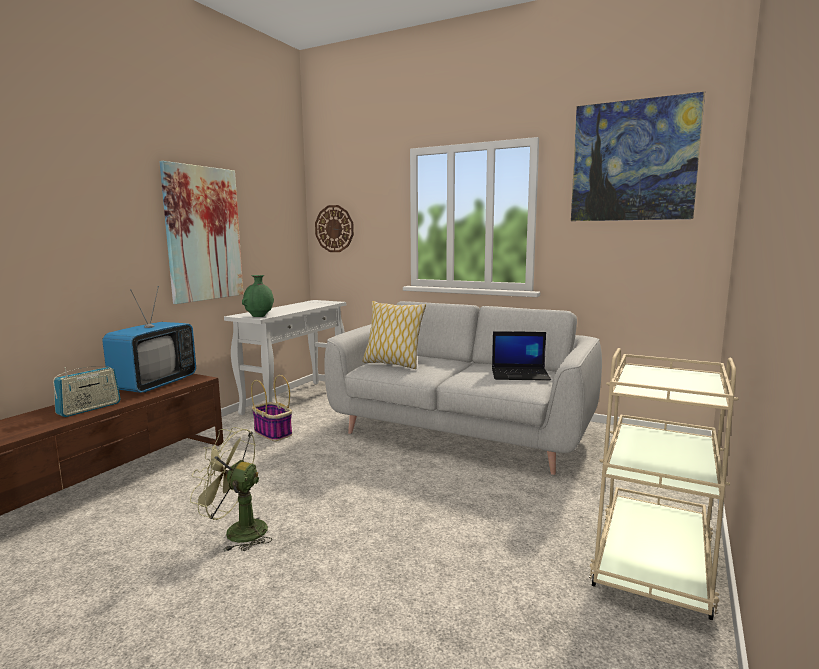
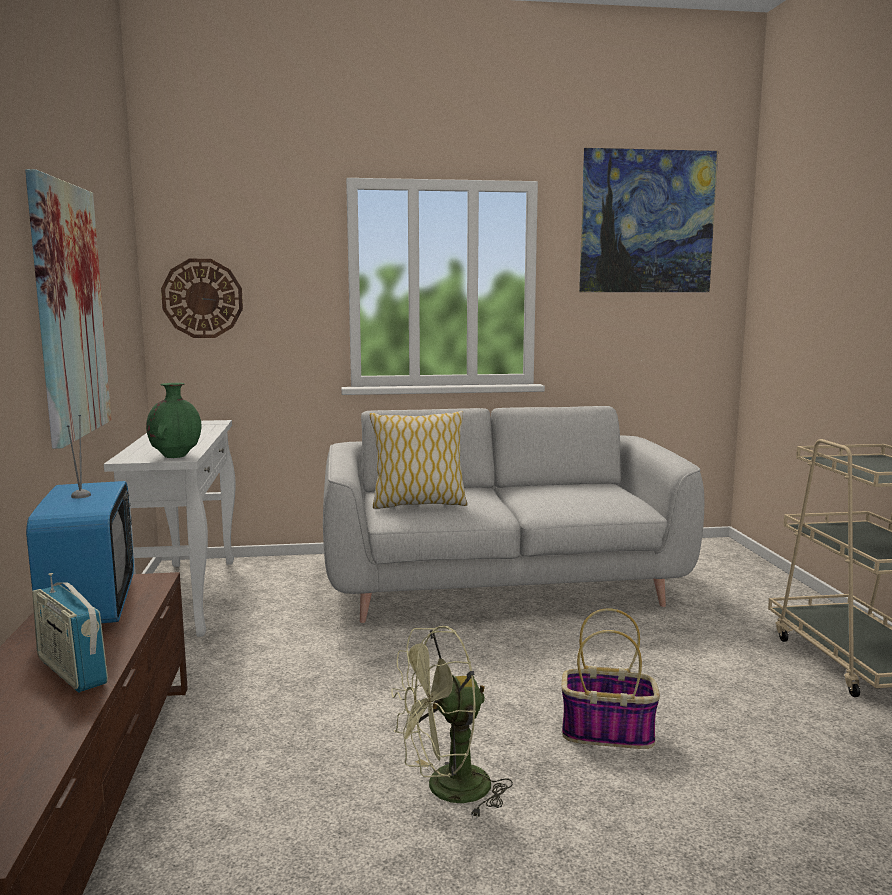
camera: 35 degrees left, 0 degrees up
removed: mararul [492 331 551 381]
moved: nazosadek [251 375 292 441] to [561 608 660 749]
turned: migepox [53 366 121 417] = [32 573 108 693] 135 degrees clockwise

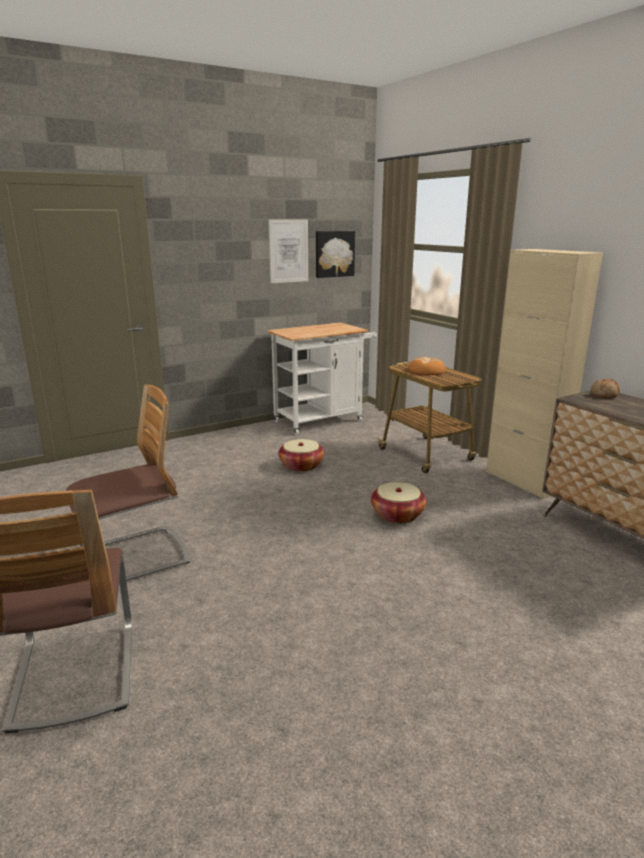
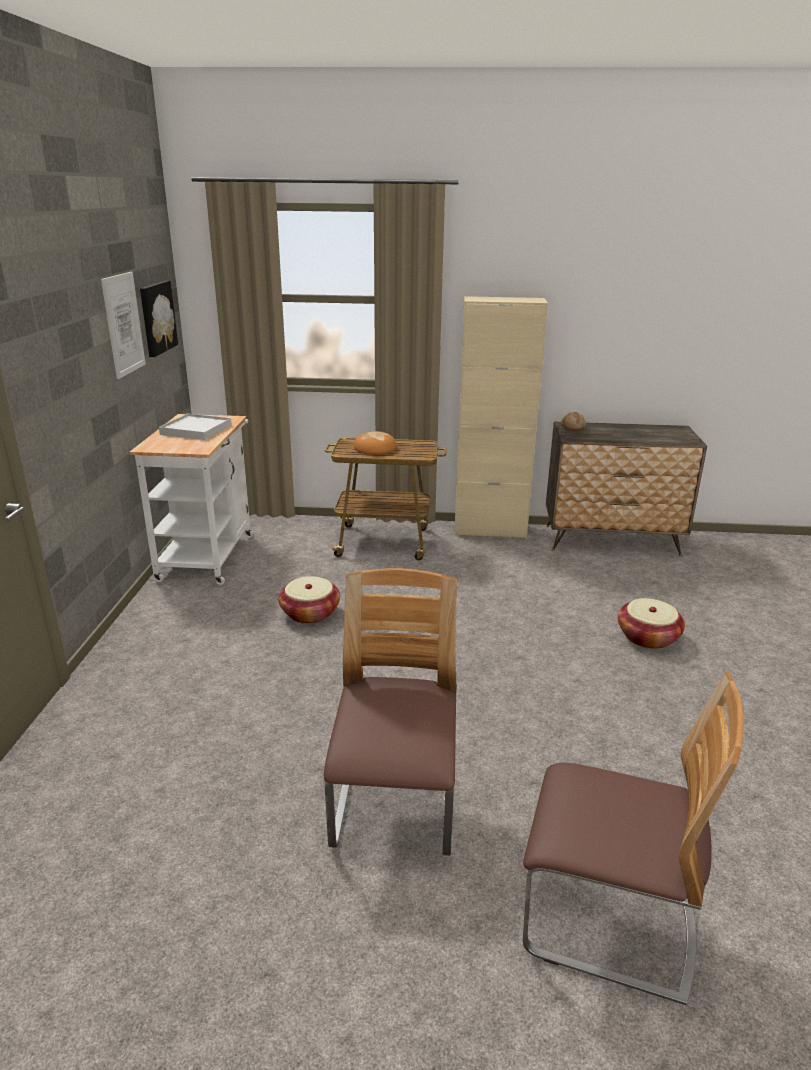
camera: 55 degrees left, 5 degrees up
added: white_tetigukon [159 413 232 440]
moved: nazosadek [371 482 426 524] to [618 598 685 649]

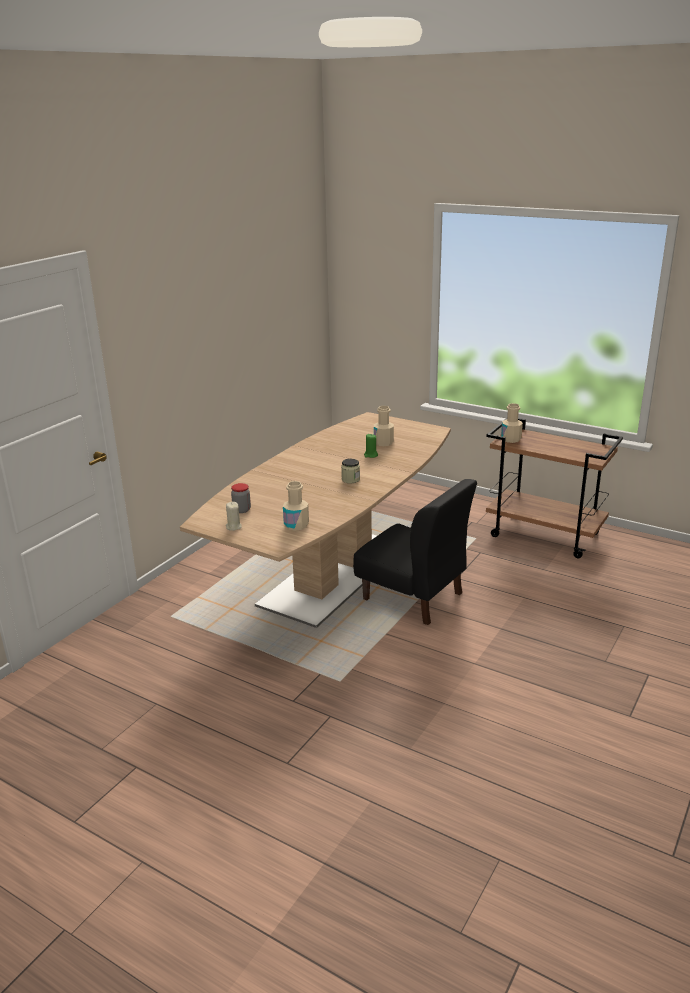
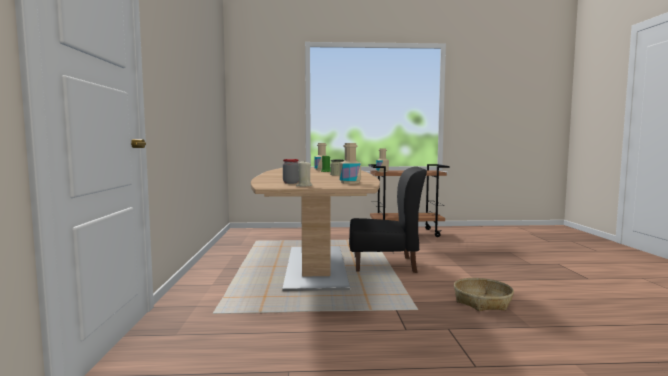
camera: 35 degrees left, 20 degrees down
added: nazosadek [454 278 514 311]

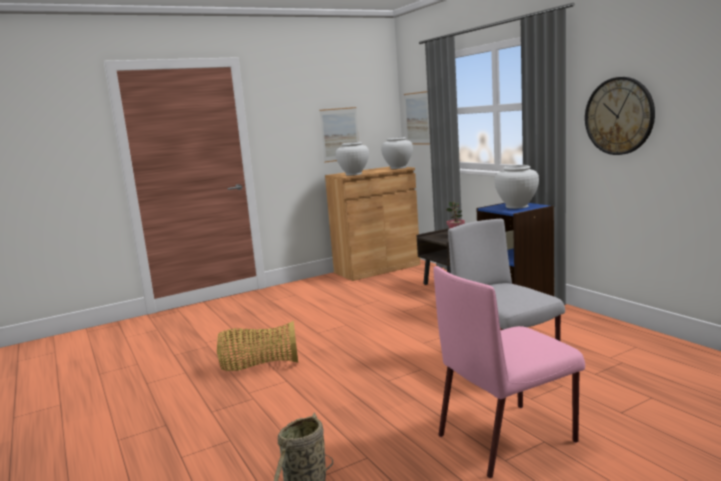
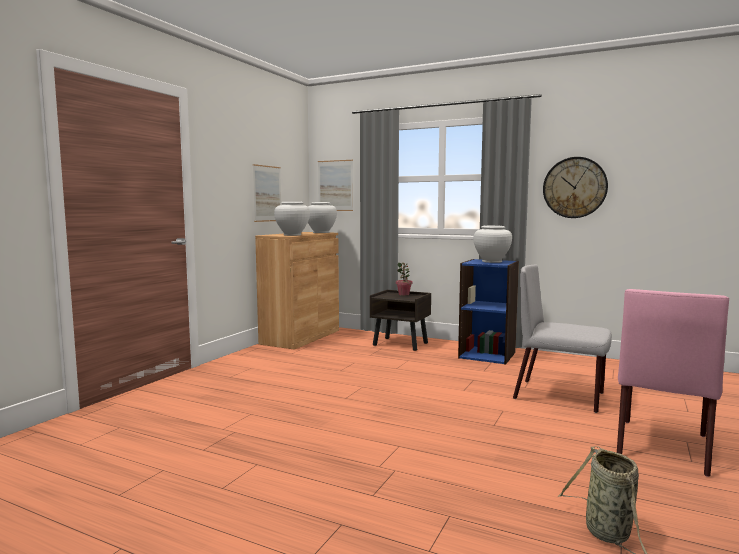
camera: 35 degrees left, 5 degrees down
removed: nazosadek [217 321 298 371]

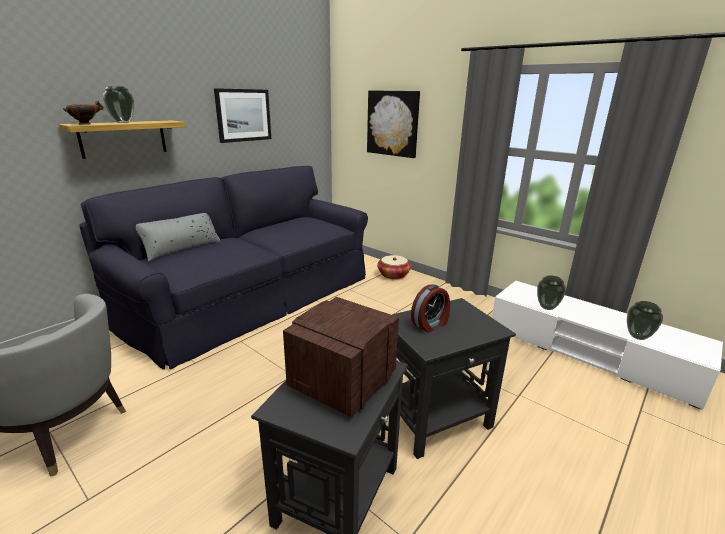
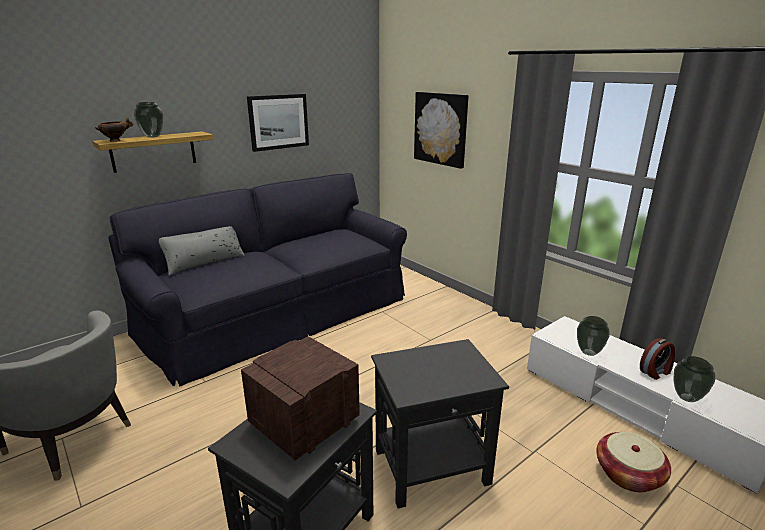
camera: 10 degrees right, 0 degrees up
moved: nazosadek [377 255 411 279] to [597 432 671 492]; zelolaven [411 284 450 332] to [640 338 675 380]

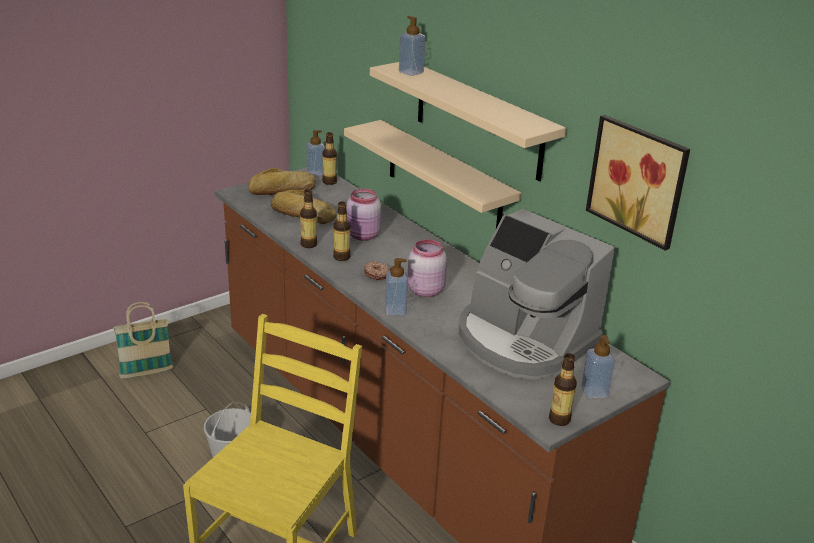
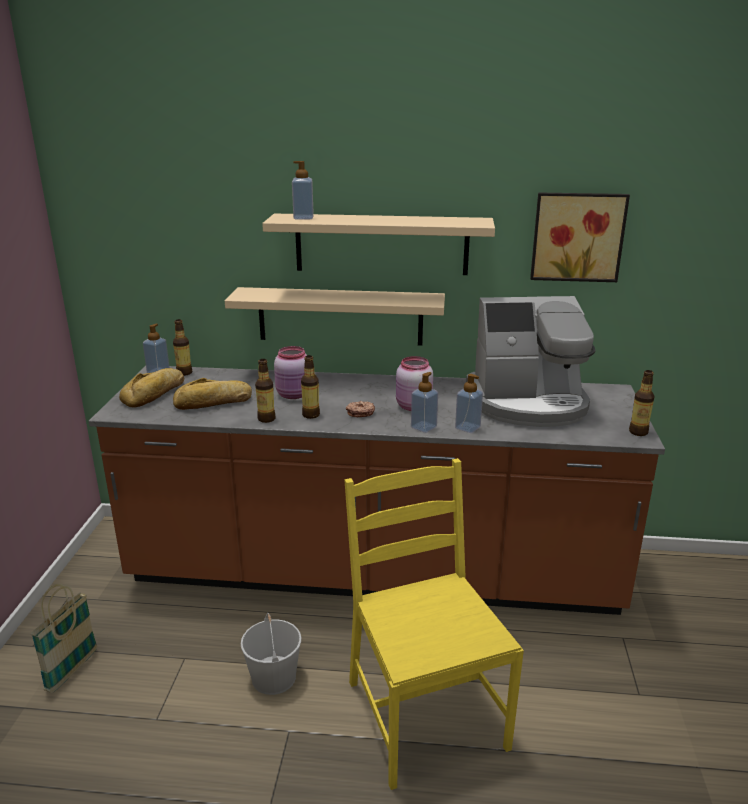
camera: 45 degrees left, 5 degrees down
moved: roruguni [581 335 615 398] to [455 374 483 433]

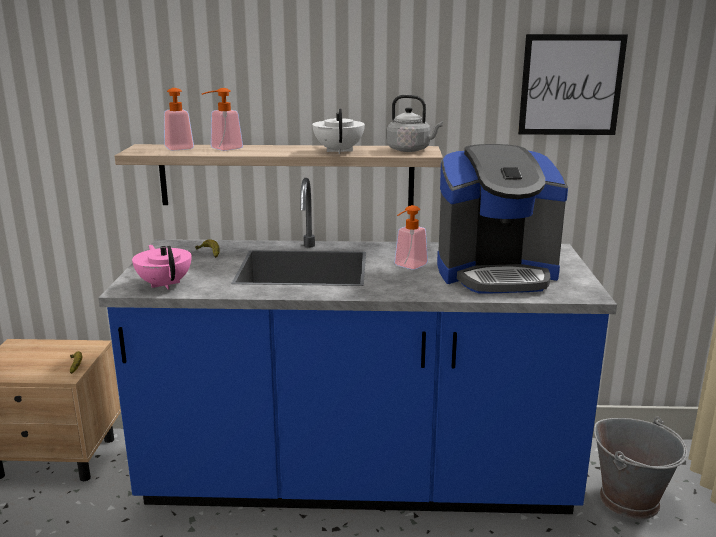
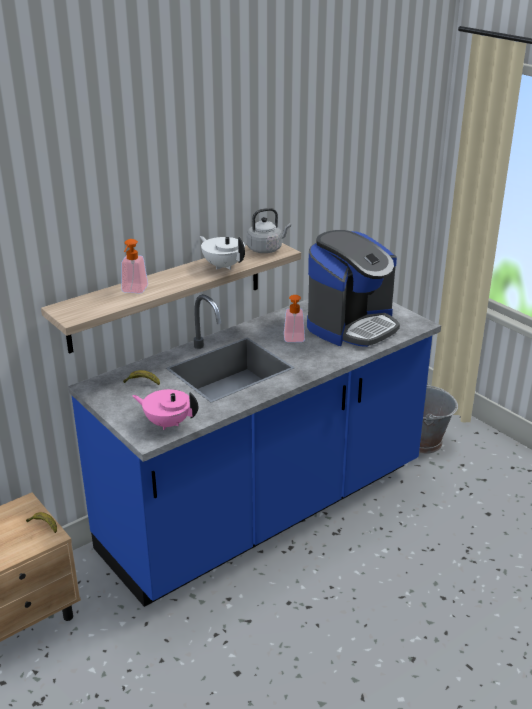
camera: 40 degrees left, 10 degrees up
removed: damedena [518 34 628 135]; roruguni [164 88 194 151]

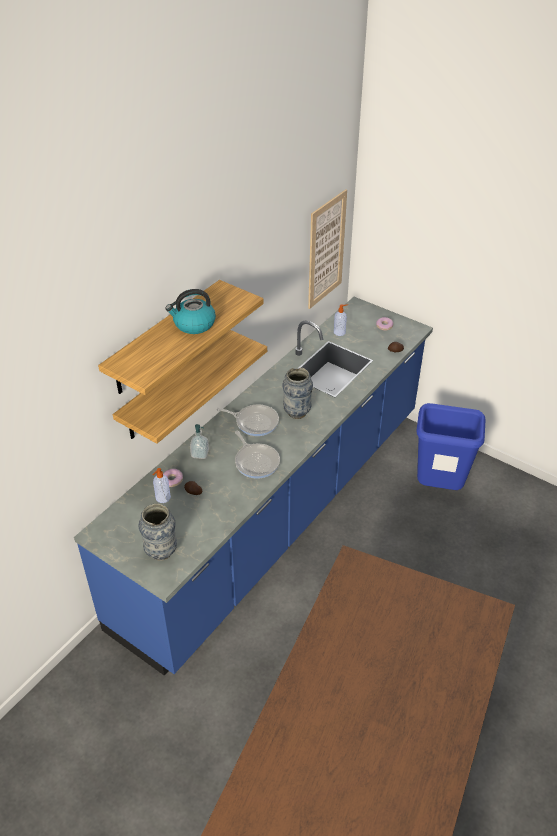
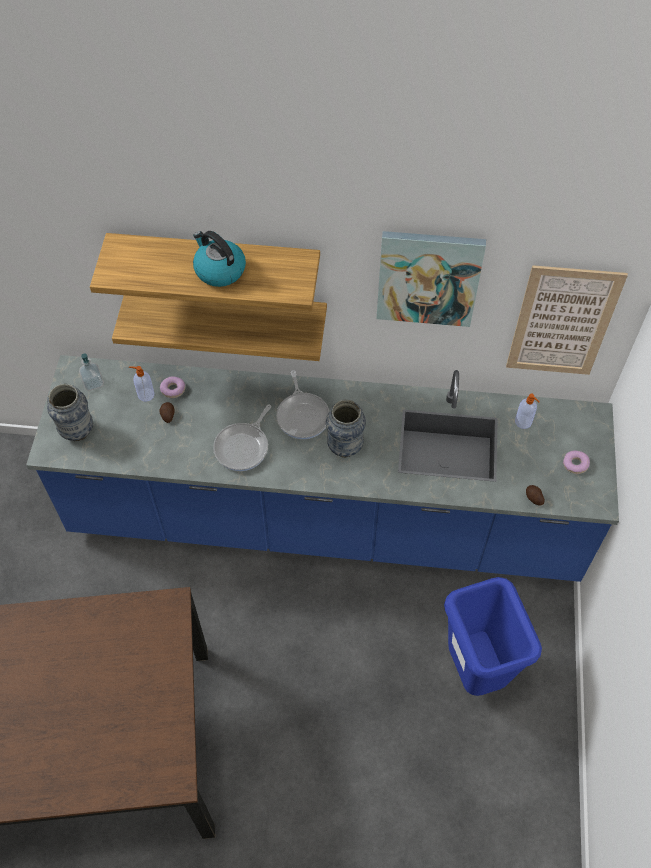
camera: 60 degrees right, 15 degrees up
added: damedena [376 231 486 327]
moved: roruguni [190 424 209 459] to [79 353 104 391]

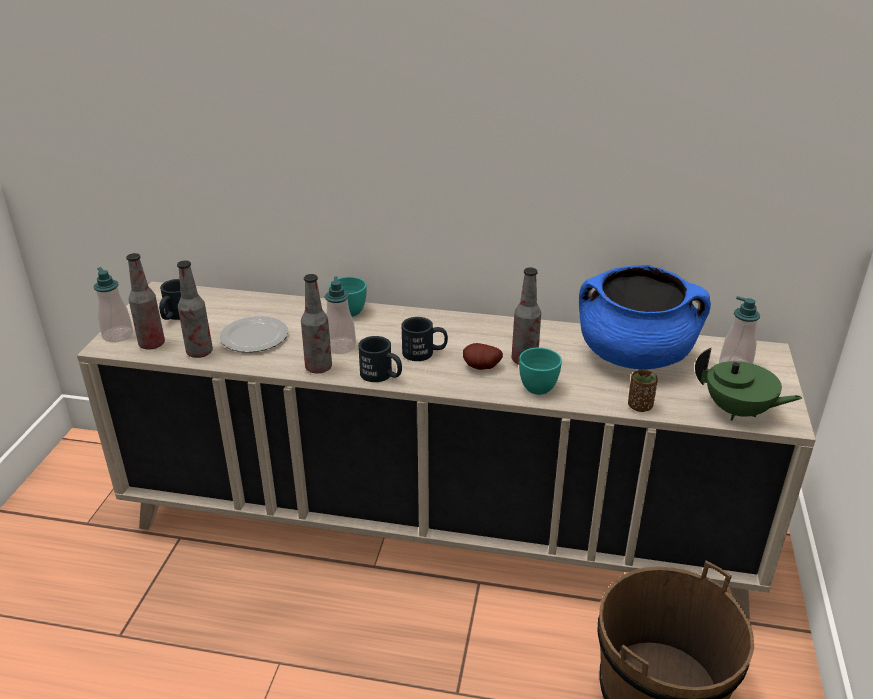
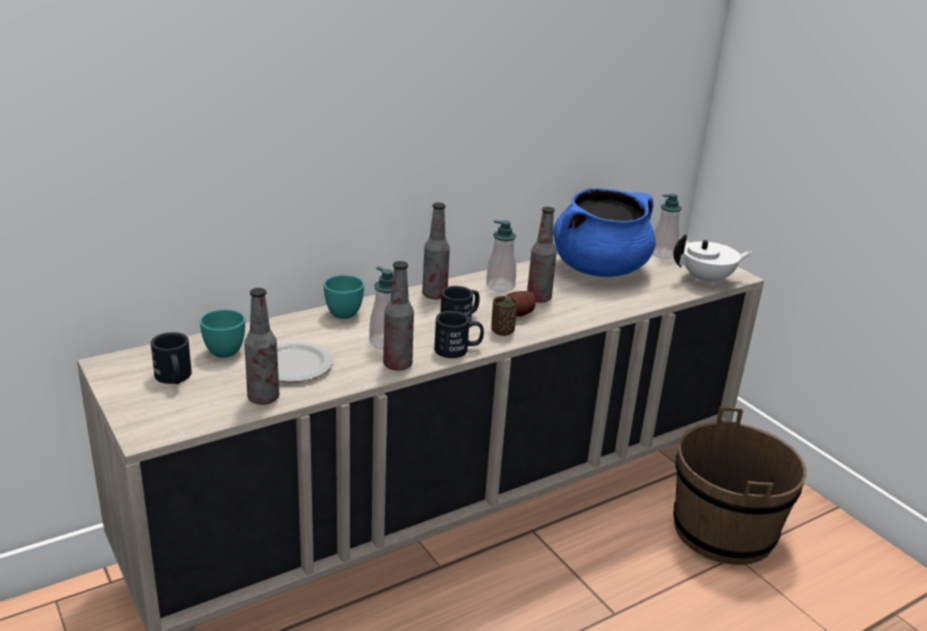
camera: 45 degrees left, 5 degrees down
moved: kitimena [126 253 165 350] to [422 203 450 299]; roruguni [94 267 133 342] to [486 220 516 292]; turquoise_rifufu [519 348 562 395] to [200 309 245 358]; brown_rifufu [628 370 658 412] to [491 296 517 336]
recoloured: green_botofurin [695 348 802 420] to white_botofurin [674 234 753 287]

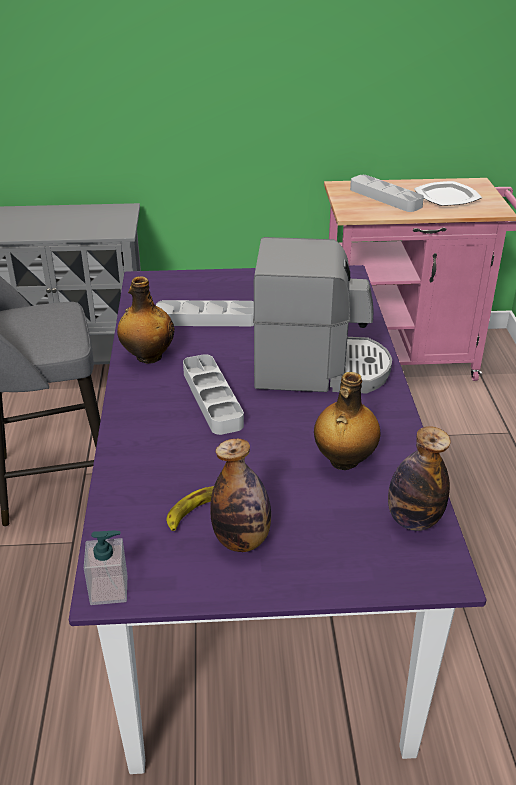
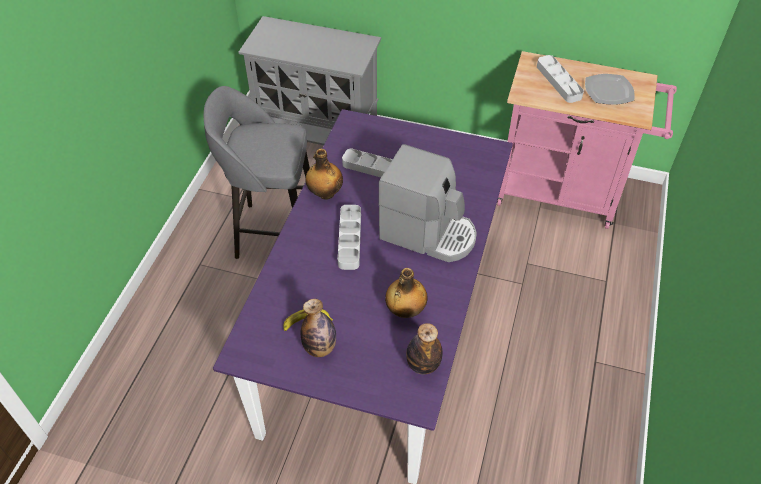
camera: 20 degrees right, 15 degrees up
removed: roruguni [84 531 127 605]

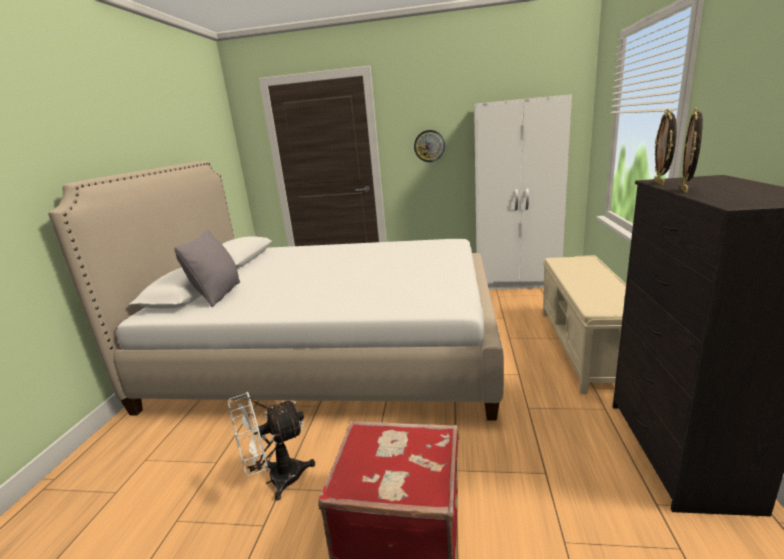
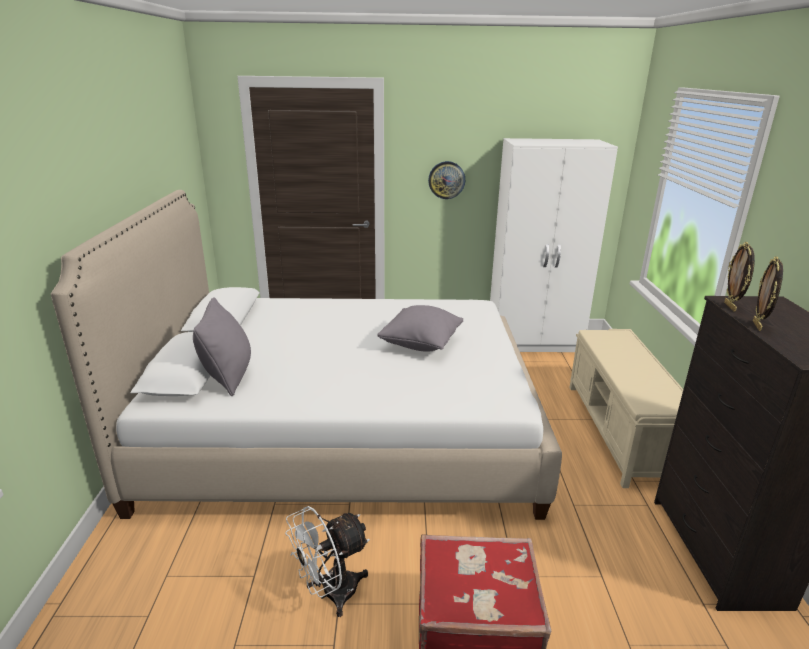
camera: 10 degrees left, 5 degrees up
added: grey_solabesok [377 305 463 352]

